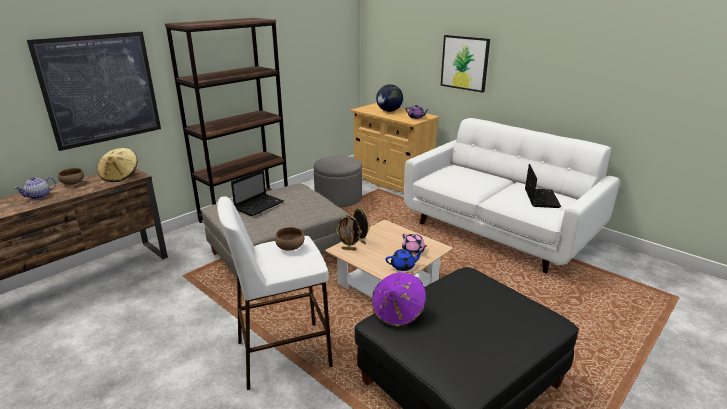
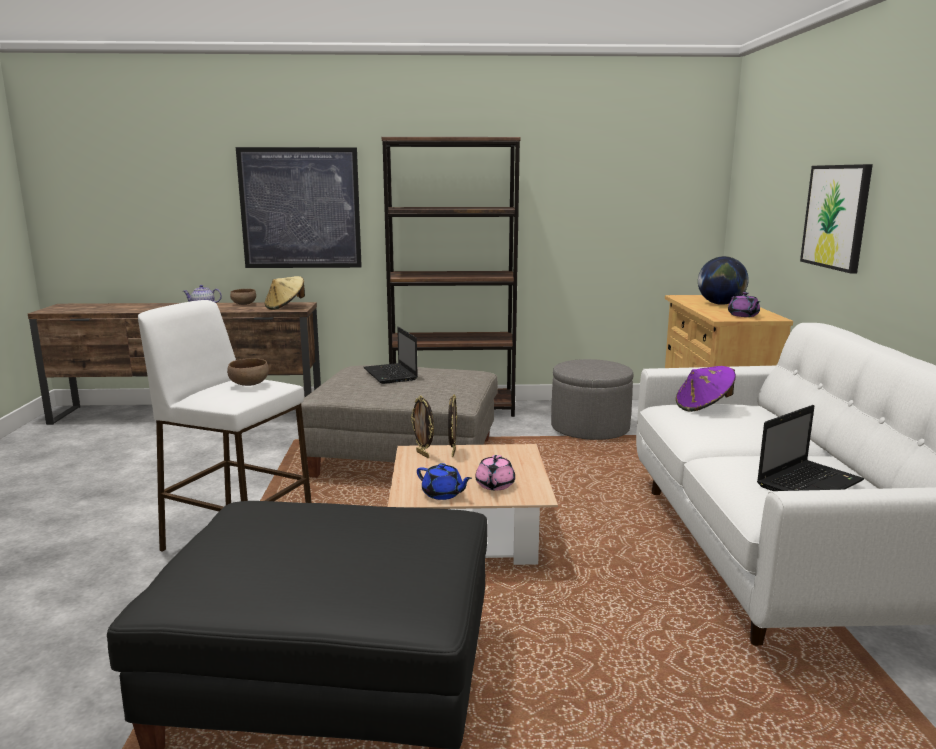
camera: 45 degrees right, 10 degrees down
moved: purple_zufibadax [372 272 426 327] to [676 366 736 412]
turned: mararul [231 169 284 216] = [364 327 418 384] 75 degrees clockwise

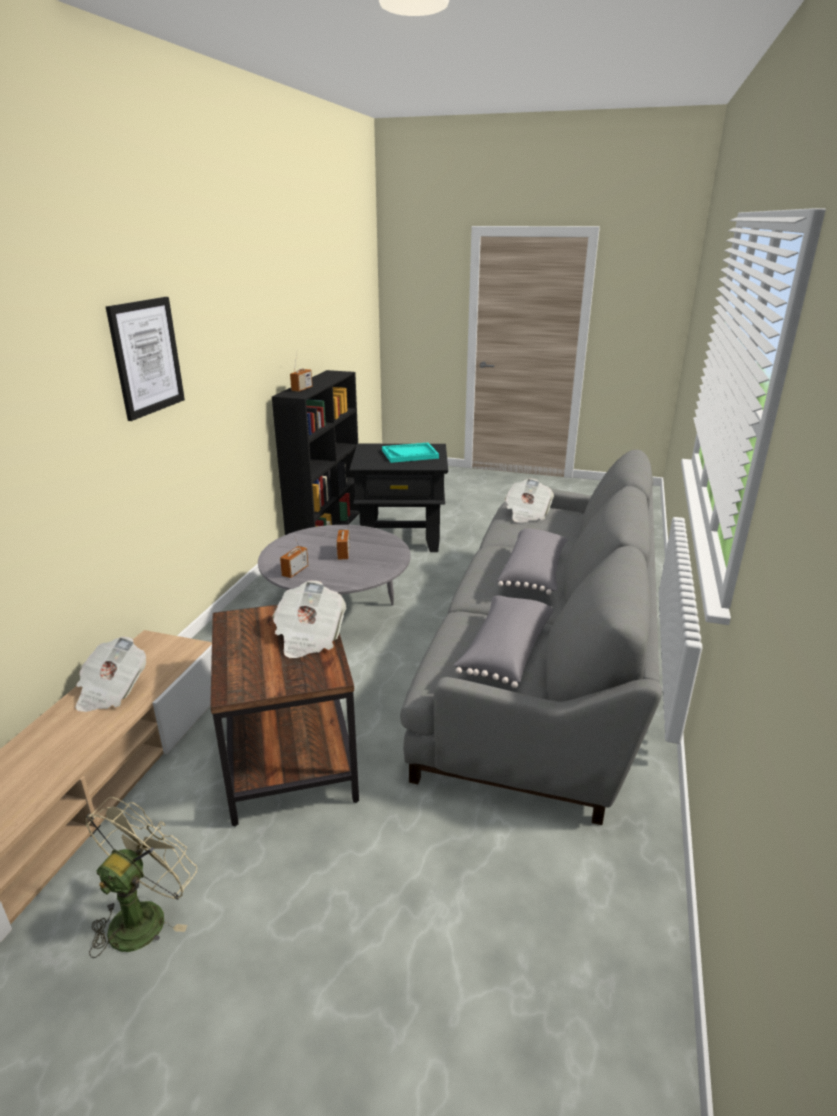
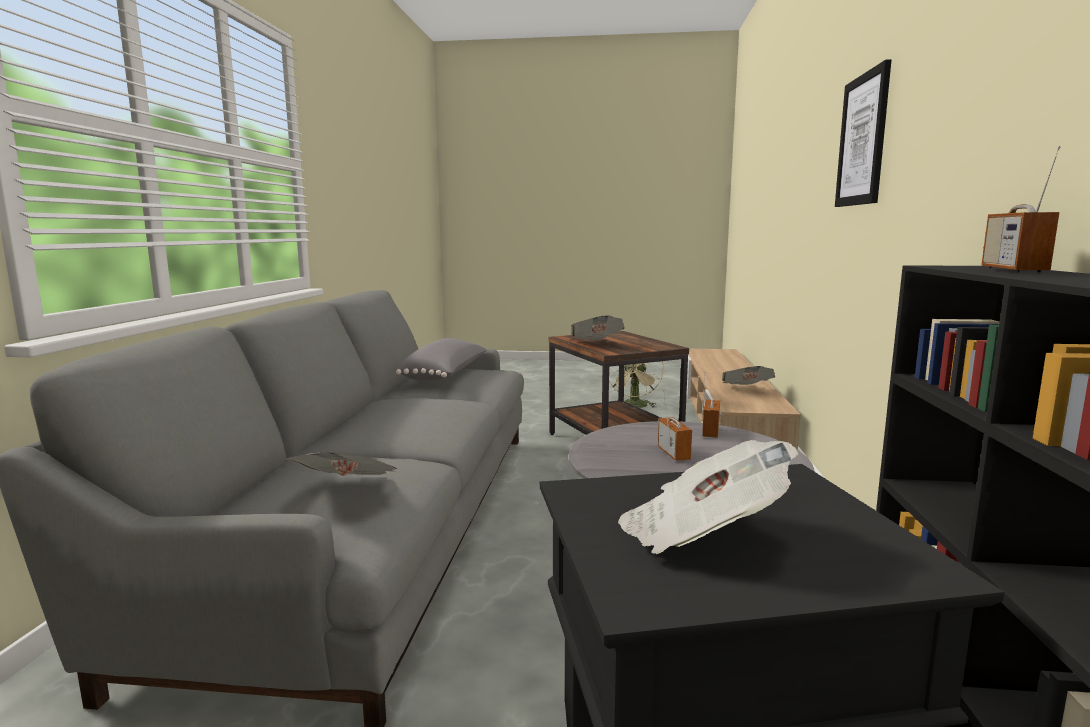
camera: 170 degrees right, 15 degrees down
removed: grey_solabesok [497 528 568 595]
replaced: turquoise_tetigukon [382 443 439 463] to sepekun [618 440 799 554]

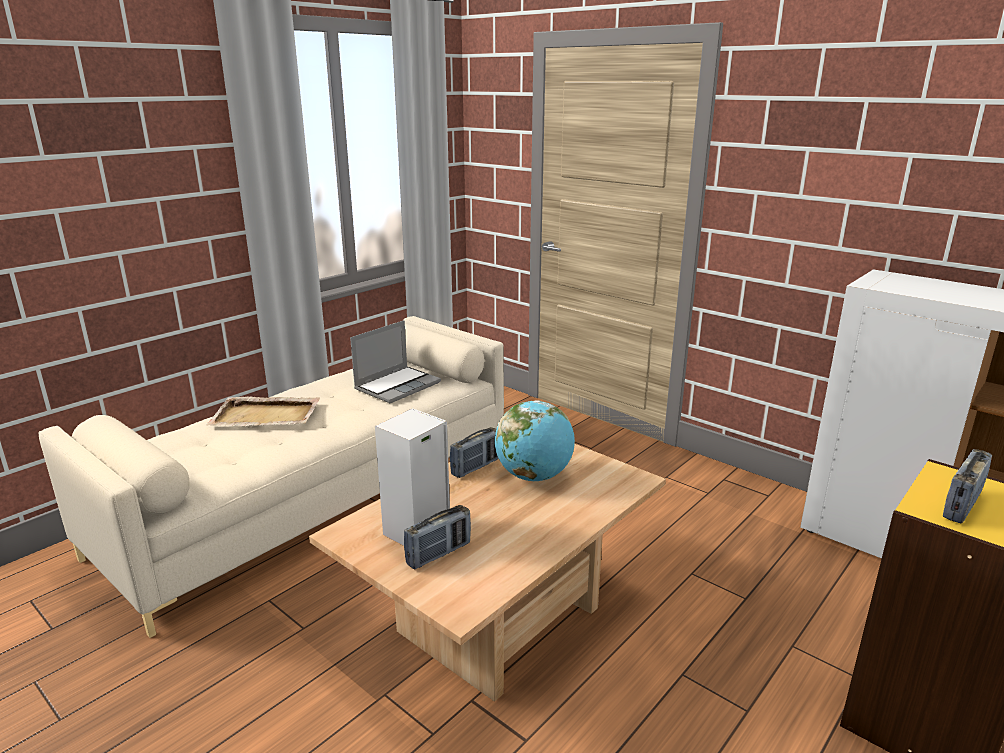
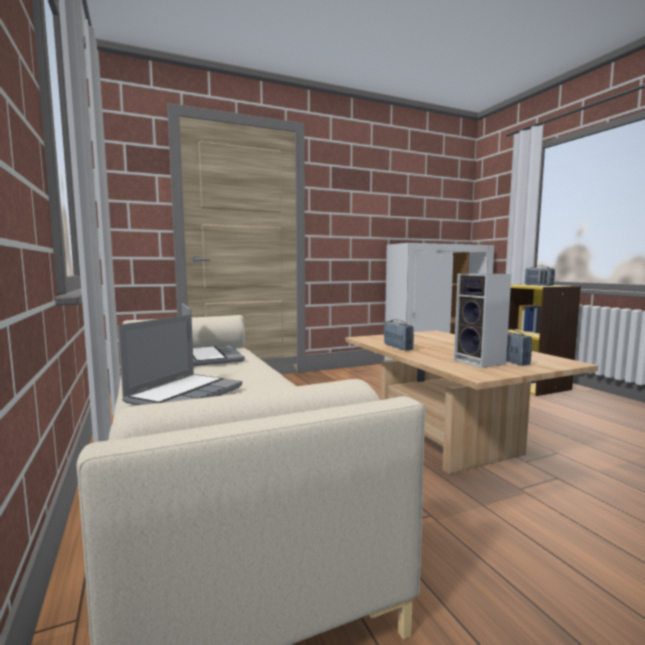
camera: 65 degrees left, 15 degrees down
removed: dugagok [495 400 575 481]
replaced: beige_tetigukon [206 397 320 426] to mararul [118 314 242 405]

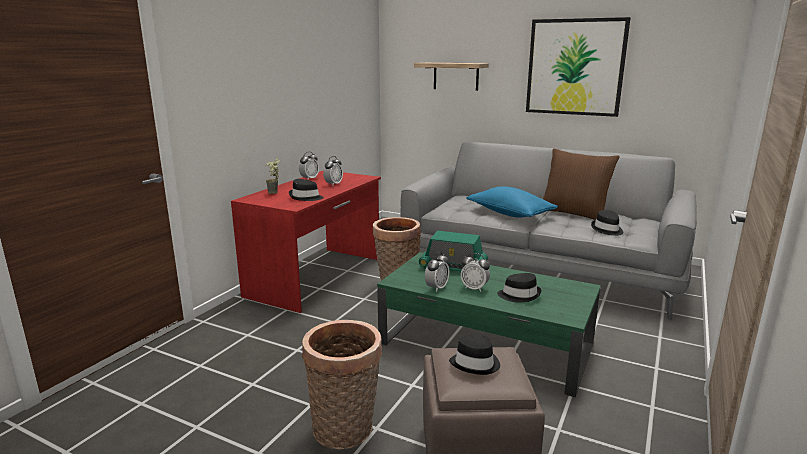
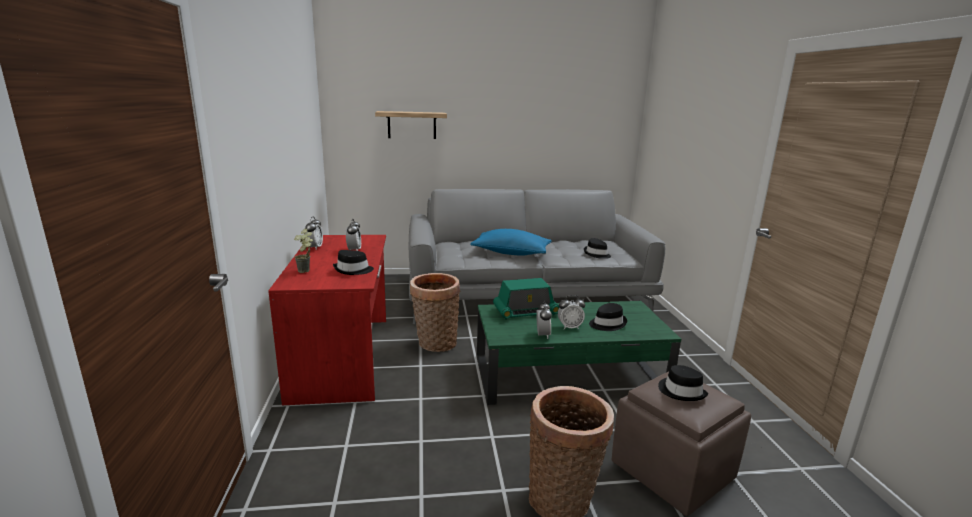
camera: 35 degrees left, 0 degrees up
removed: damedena [526 17 631 117]; brown_solabesok [543 148 620 220]

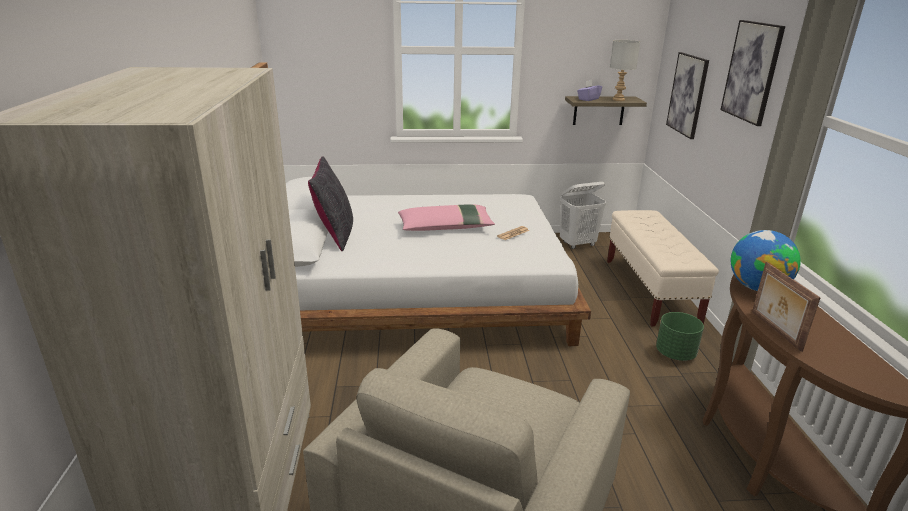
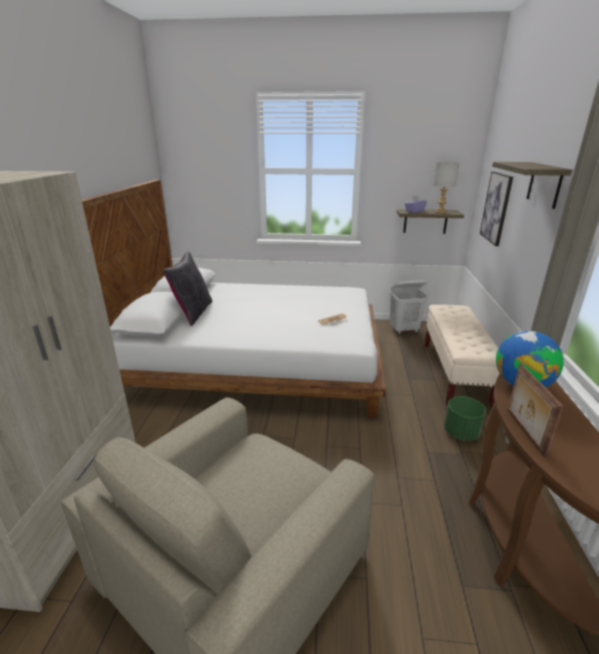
camera: 10 degrees right, 0 degrees up
removed: pink_solabesok [398 204 495 231]
replaced: damedena [720 20 785 126] to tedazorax [492 162 572 209]

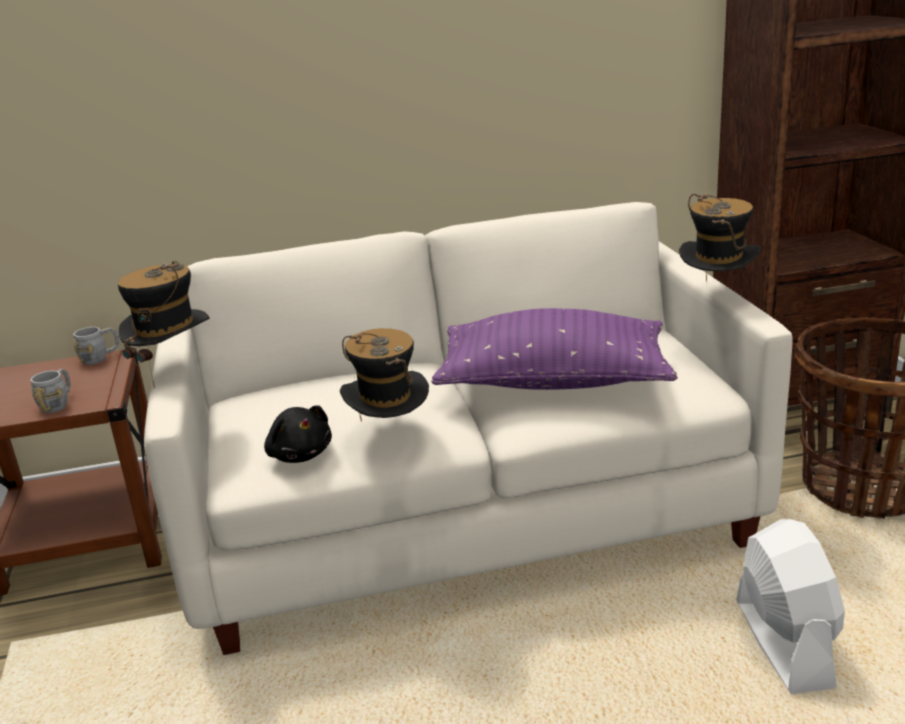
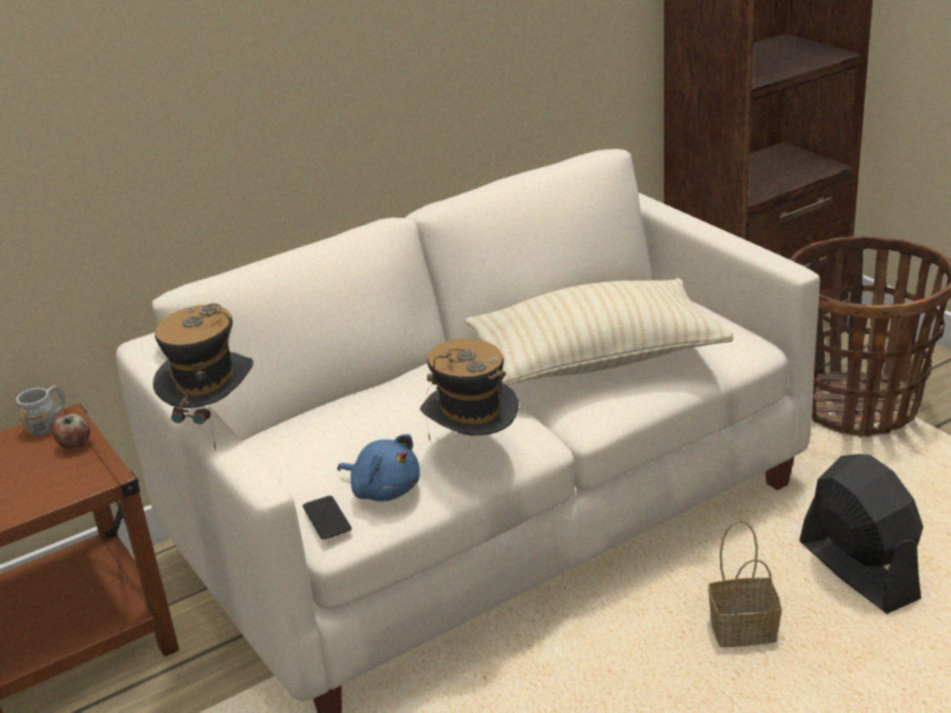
camera: 20 degrees left, 5 degrees up
removed: zufibadax [679 194 761 282]; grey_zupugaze [30 369 71 413]
added: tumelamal [53 414 90 449]; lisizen [303 496 352 539]; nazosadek [708 521 782 647]
recoloured: purple_solabesok [431 308 677 390] to beige_solabesok [465 278 734 386]; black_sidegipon [264 405 332 463] to blue_sidegipon [337 434 420 501]; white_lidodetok [736 519 845 694] to black_lidodetok [799 454 923 614]

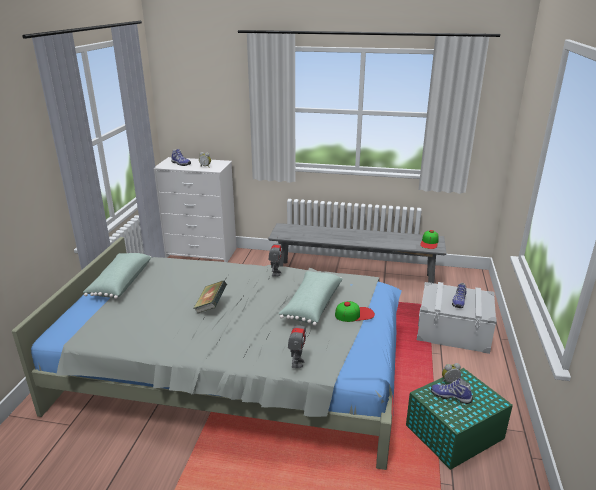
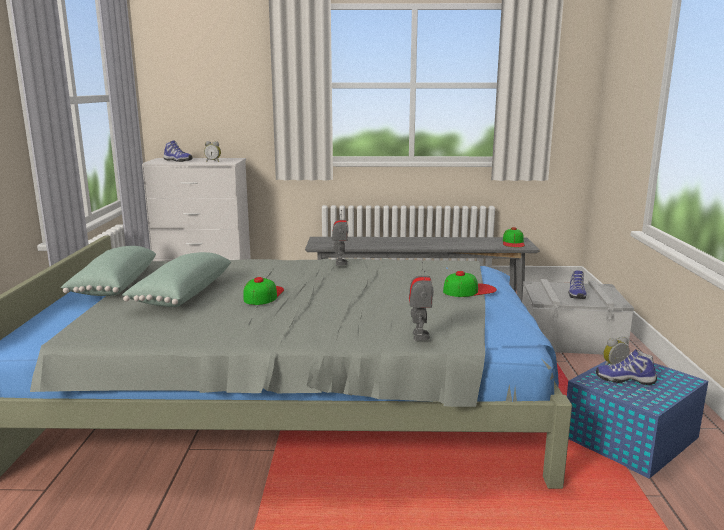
camera: 10 degrees left, 10 degrees down
moved: green_solabesok [278 271 343 326] to [122 252 231 307]
replaced: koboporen [193 281 227 314] to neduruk [244 277 284 305]
recoloured: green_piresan [406 368 513 470] to blue_piresan [567 361 708 479]

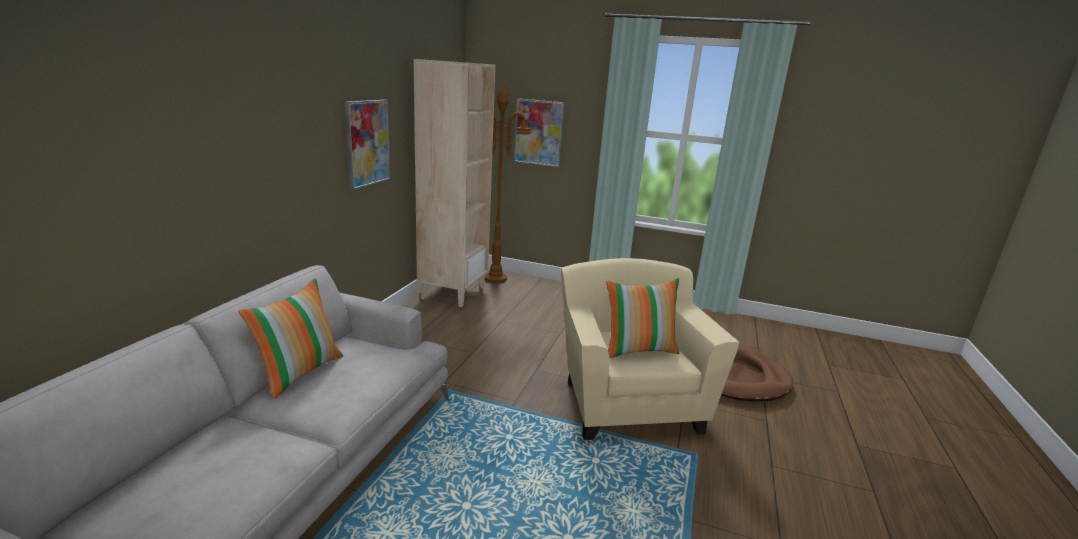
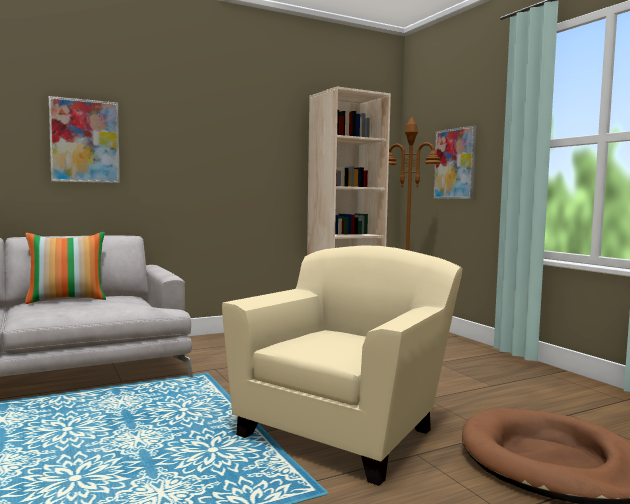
camera: 45 degrees right, 15 degrees down
removed: solabesok [606 278 679 358]
moved: damedena [345 100 390 190] to [49 96 120 183]

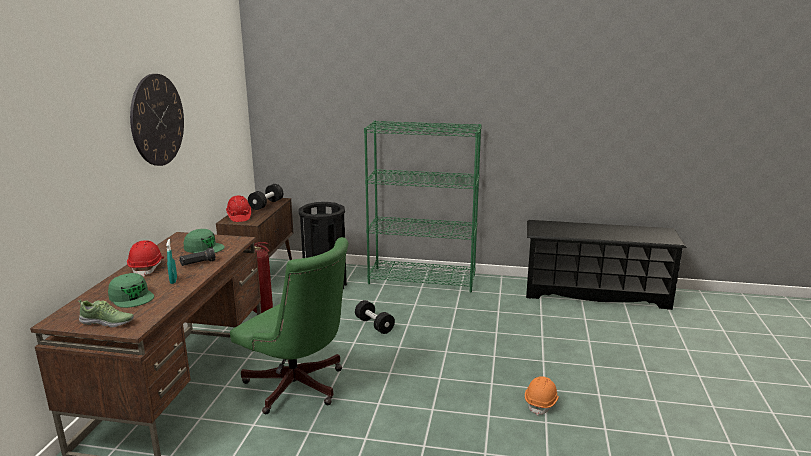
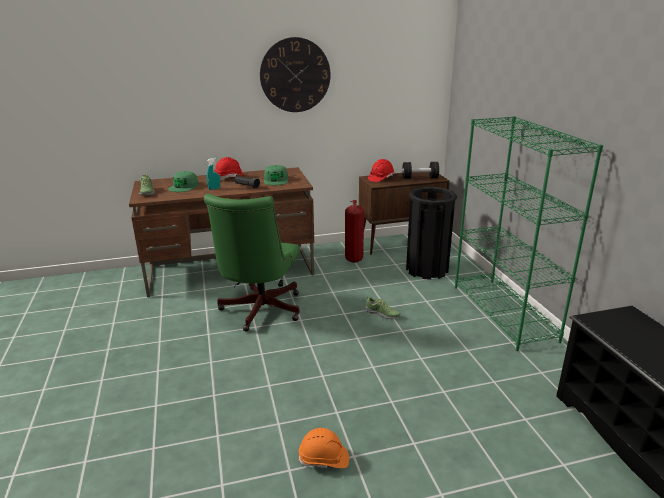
camera: 65 degrees right, 5 degrees up
replaced: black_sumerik [355 300 395 334] to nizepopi [365 296 400 319]

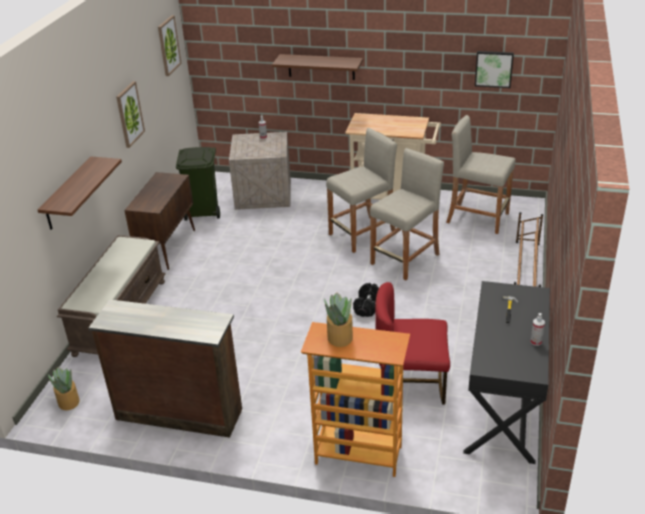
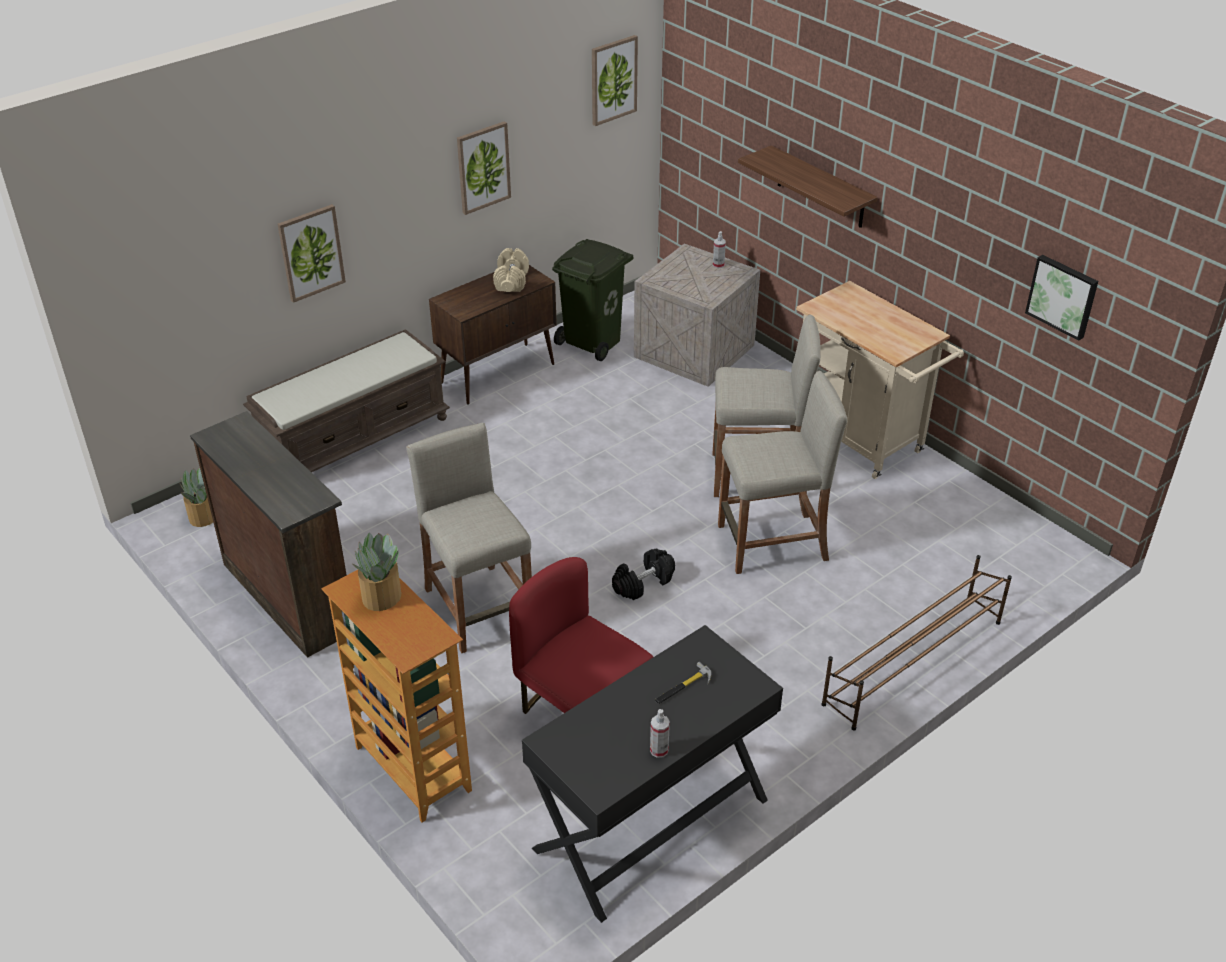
camera: 35 degrees right, 5 degrees up
added: beige_sumerik [493 248 529 292]
moved: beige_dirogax [446 115 516 234] to [406 423 532 653]
replaced: tedazorax [38 156 122 230] to damedena [277 204 346 303]

